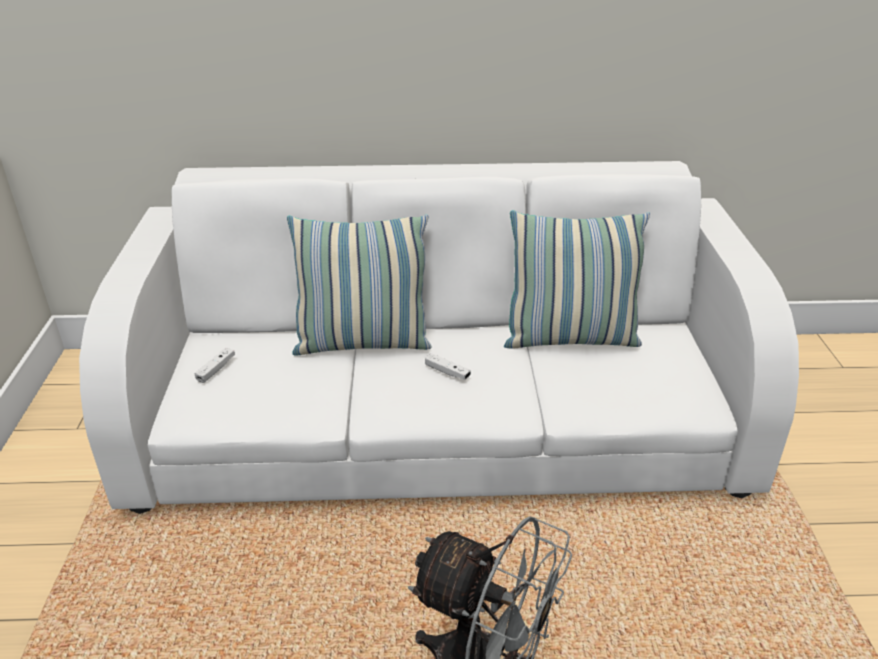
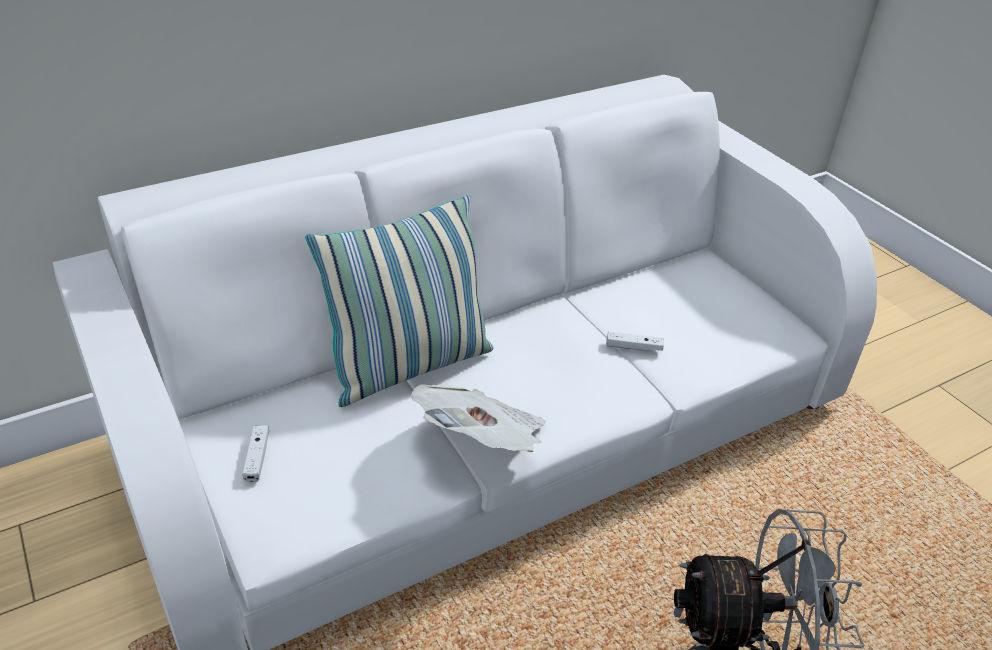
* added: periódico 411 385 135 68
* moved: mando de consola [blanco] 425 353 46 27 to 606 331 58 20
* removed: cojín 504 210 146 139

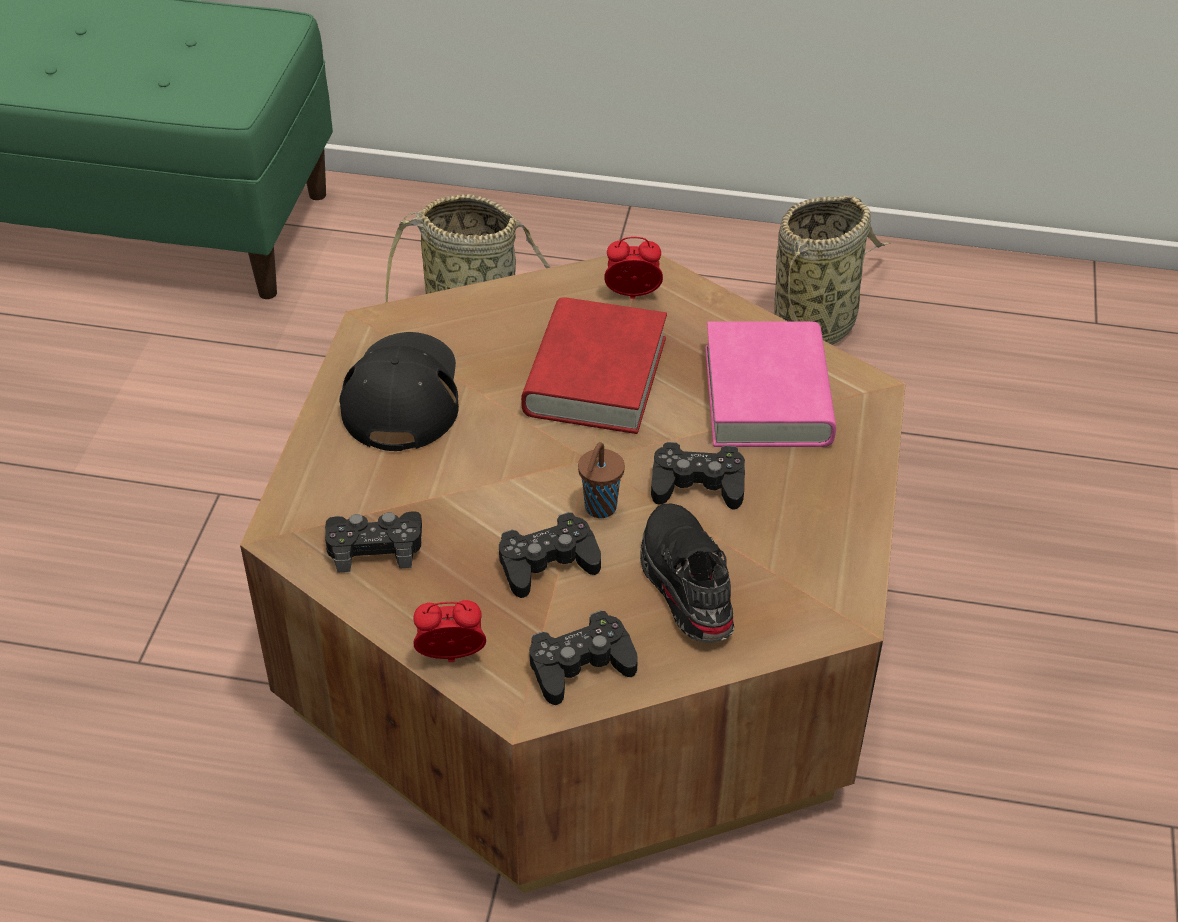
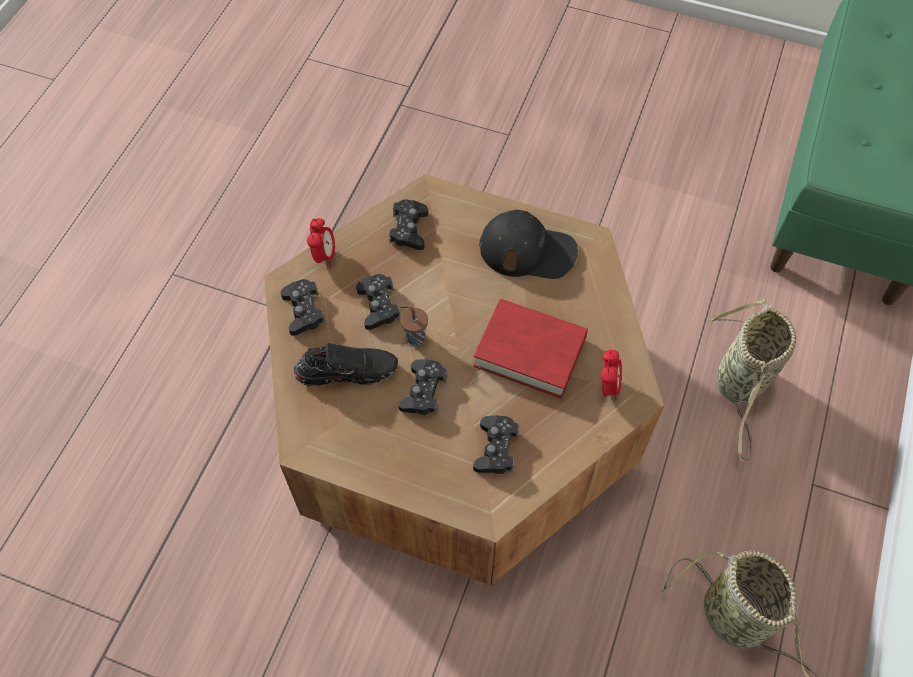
* replaced: libro [rosa] 705 321 131 126 to mando de consola [negro] 473 415 46 59

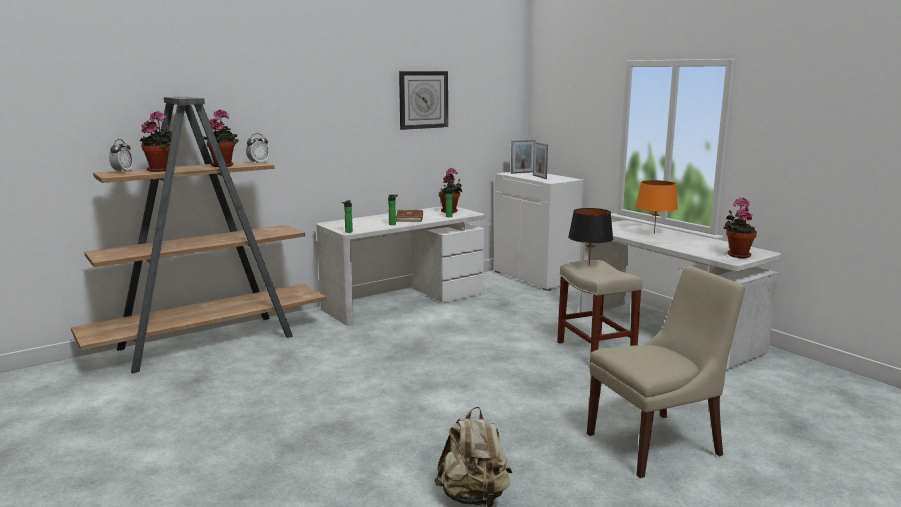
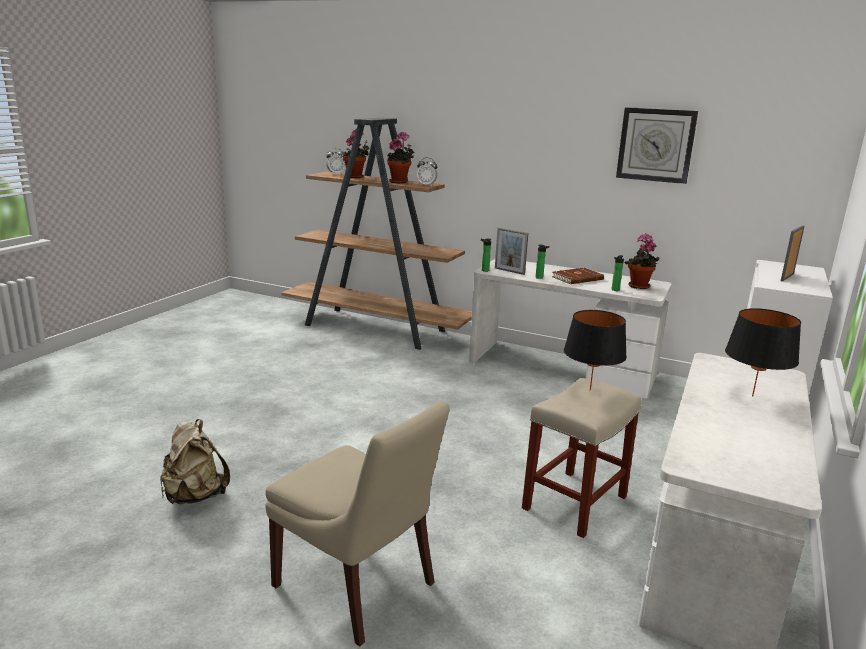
* moved: portarretratos 511 140 25 34 to 495 228 33 47
* recoloured: lámpara de mesa [naranja] 635 180 43 54 to lámpara de mesa [negro] 725 308 76 89
* removed: planta en maceta 724 198 33 60

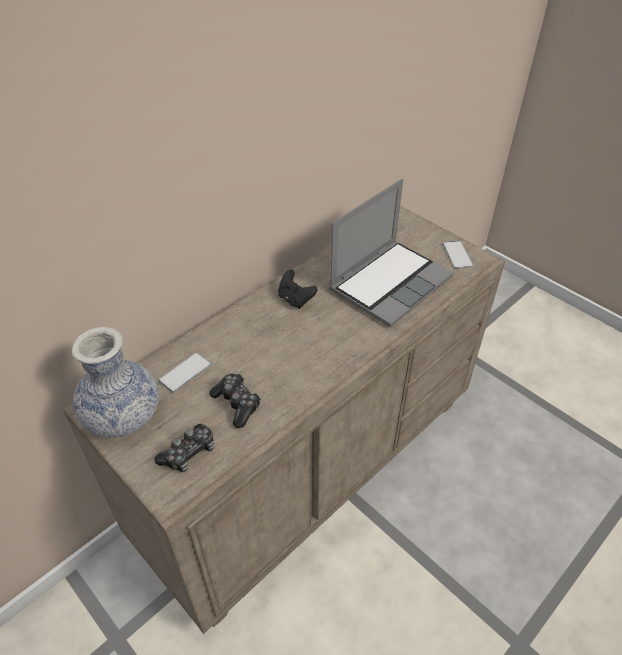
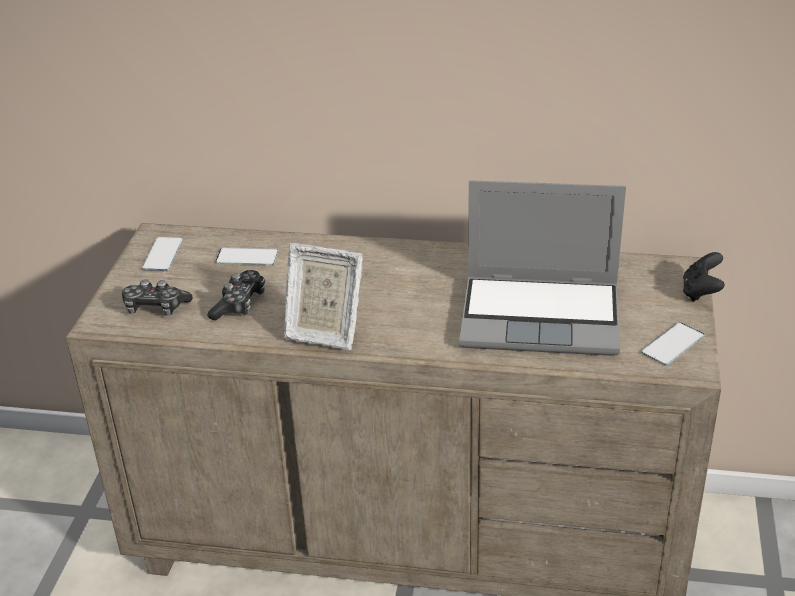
* replaced: florero 72 327 87 110 to móvil 142 237 41 34
* added: portarretratos 284 243 79 107
* moved: mando de consola [negro] 278 269 40 40 to 683 252 42 50

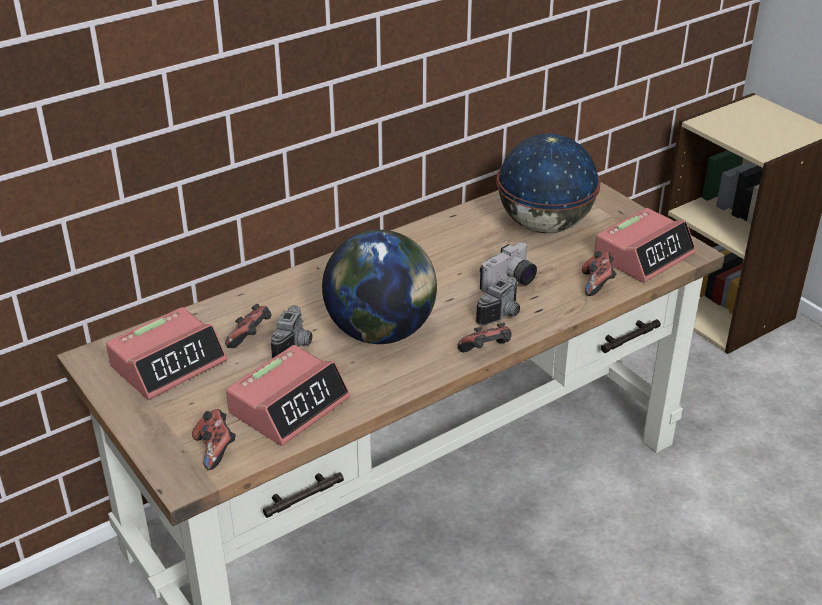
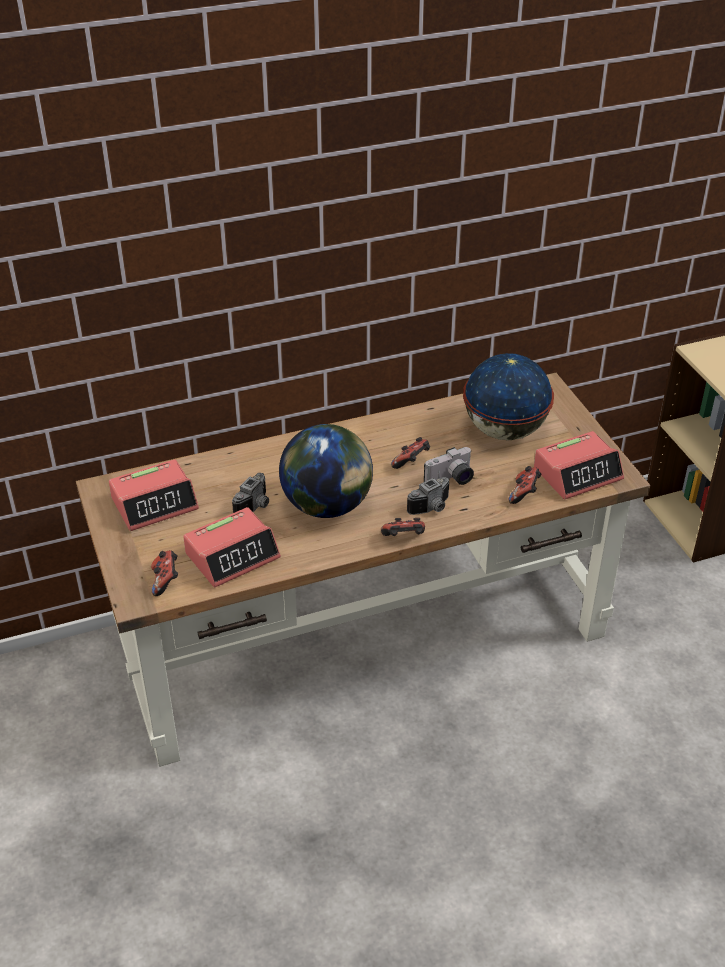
* moved: mando de consola 225 304 47 44 to 391 437 39 32

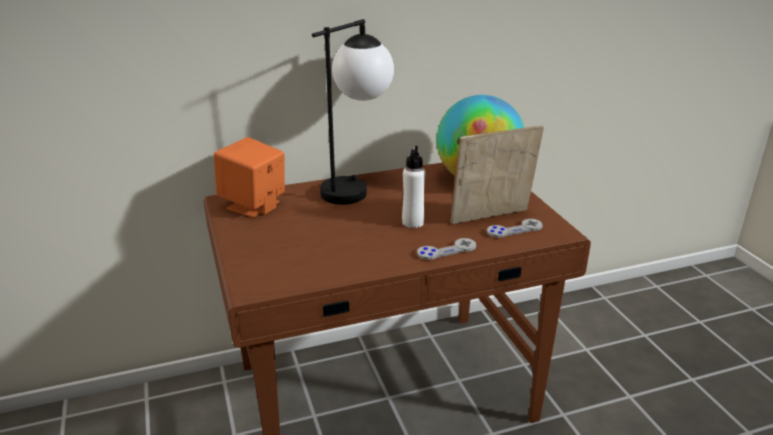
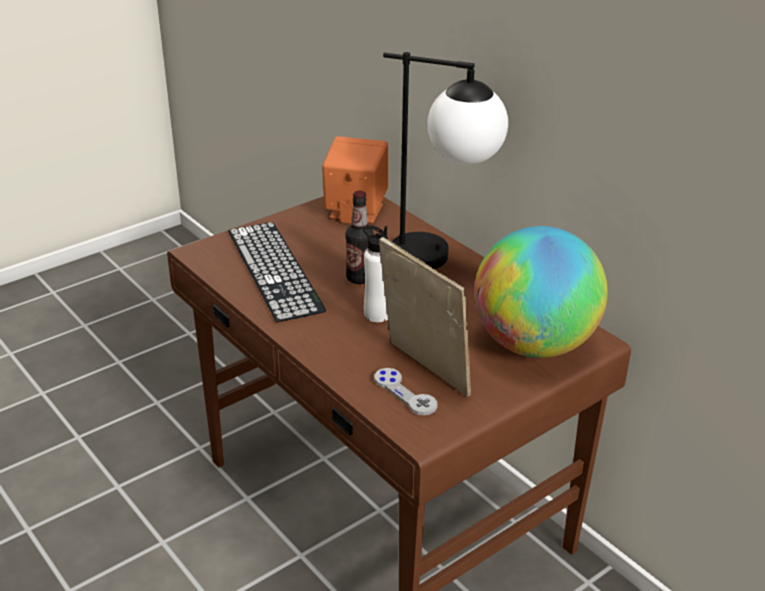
* added: teclado 228 222 98 100
* added: botella 345 191 29 93
* removed: mando de consola [gris] 417 238 59 22

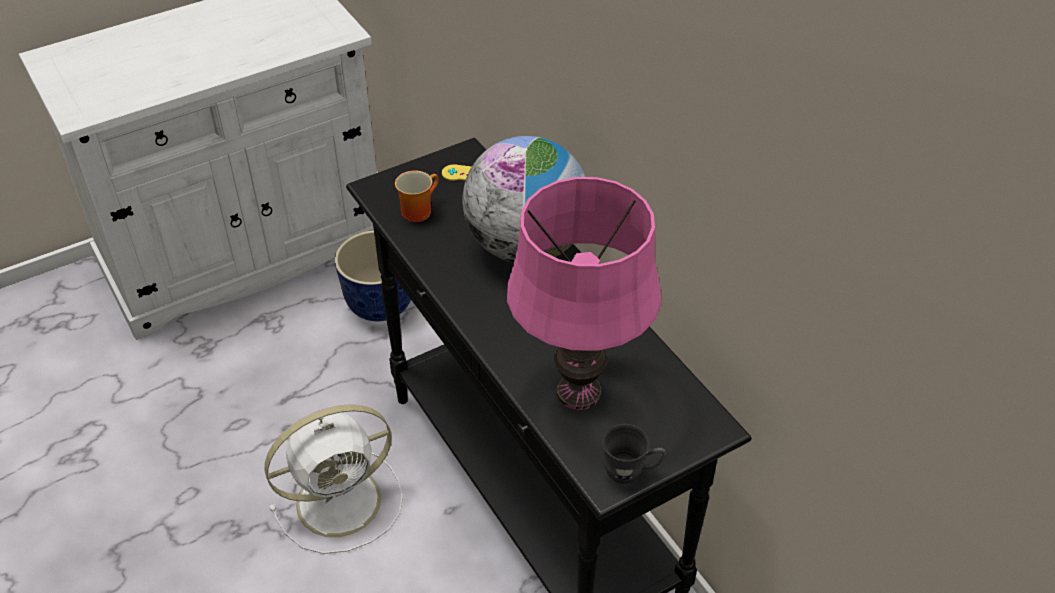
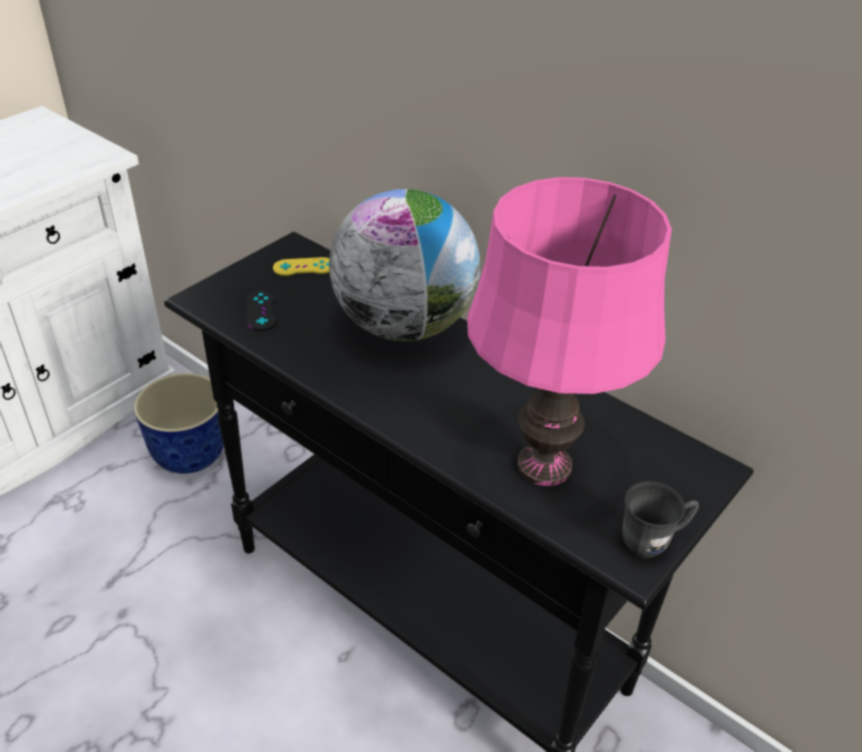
* replaced: taza grande 395 171 44 51 to mando de consola [negro] 247 290 30 41
* removed: ventilador [blanco] 265 404 138 150

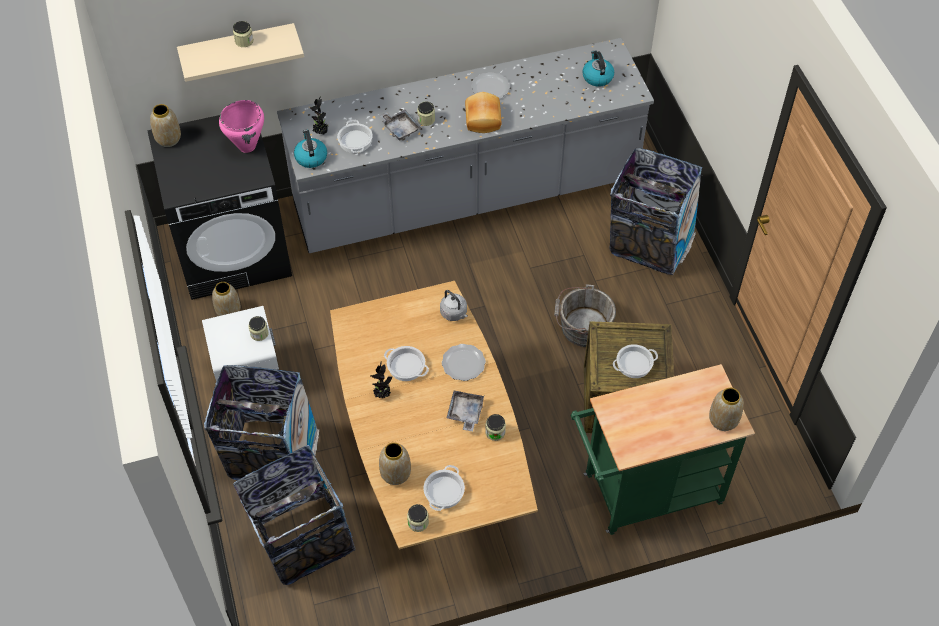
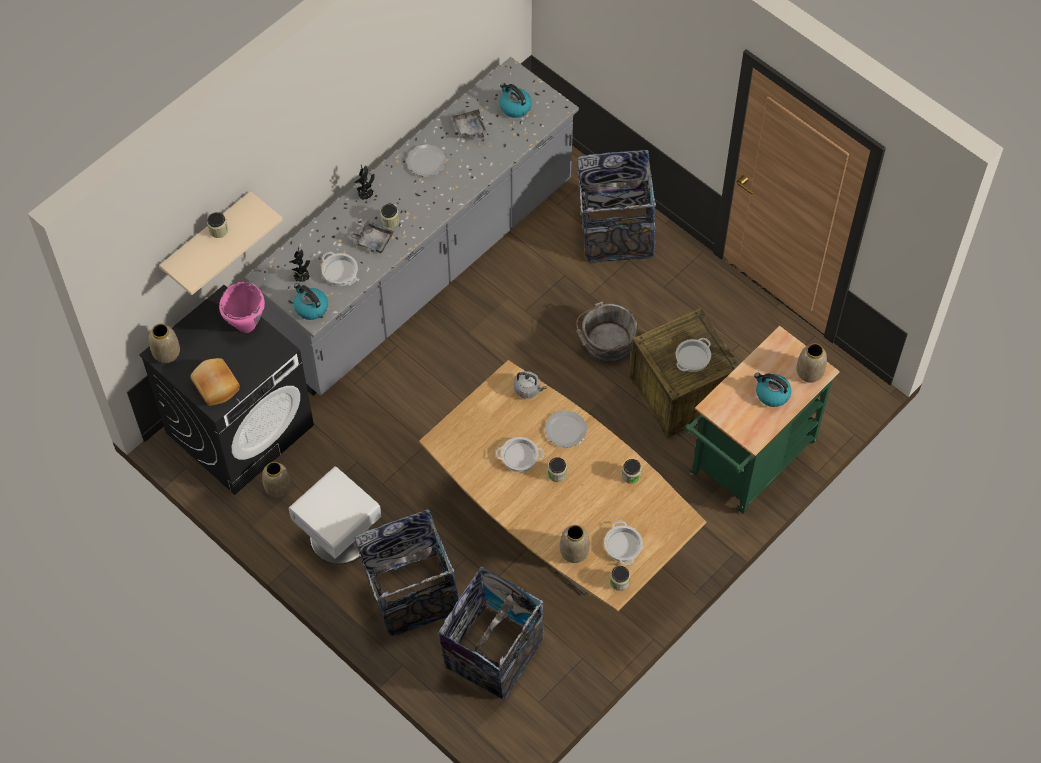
* moved: pan 465 92 37 41 to 190 358 50 48
* moved: planta en maceta 371 361 21 37 to 354 165 21 35
* moved: bandeja [gris] 447 391 37 40 to 452 109 35 32
* moved: tarro 248 316 21 25 to 548 457 19 25
* added: hervidor 754 373 37 34

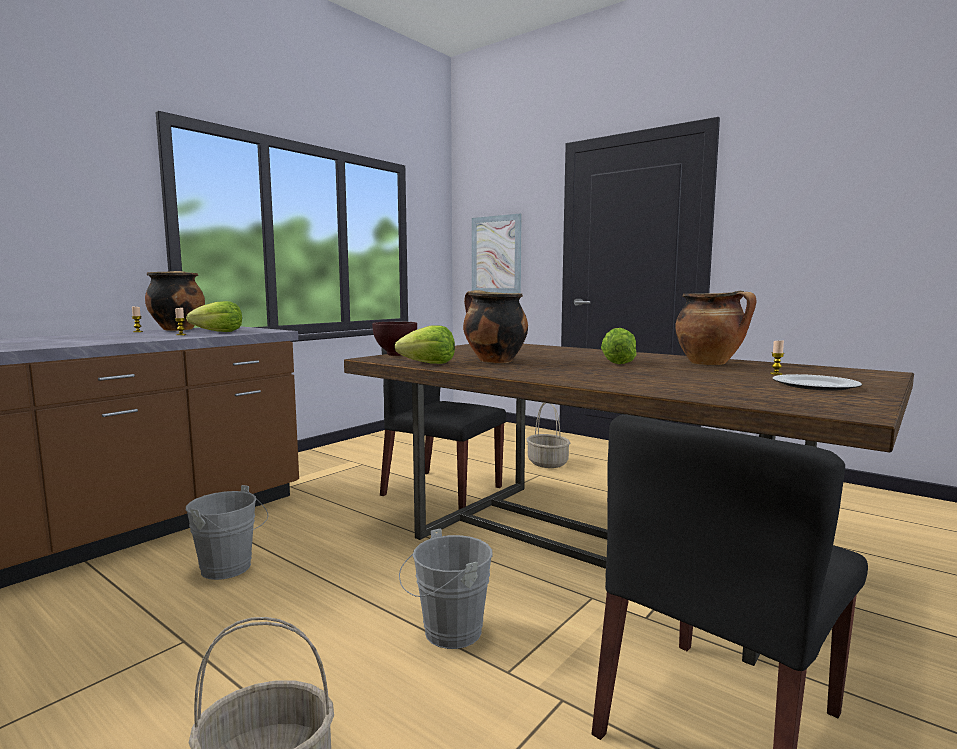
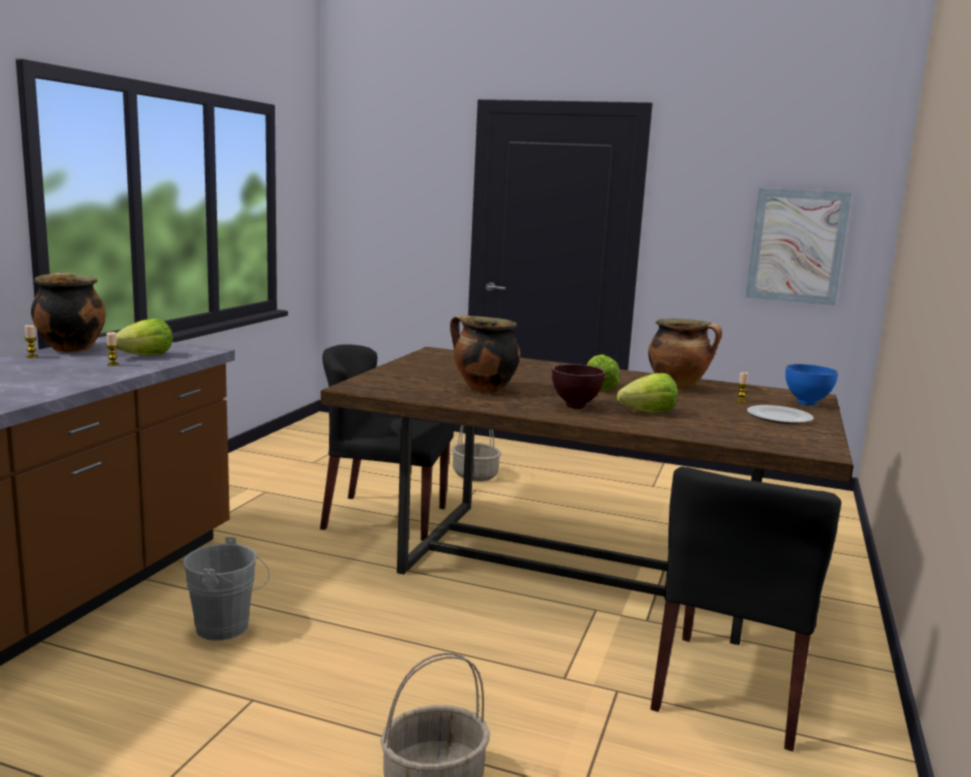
* moved: cuenco [marrón] 372 322 45 34 to 552 364 53 45
* moved: lechuga 395 325 60 39 to 617 373 61 39
* moved: cuadro 472 214 50 79 to 746 188 106 117
* added: cuenco [azul] 785 364 53 42
* removed: cubo [gris] 399 529 94 120

